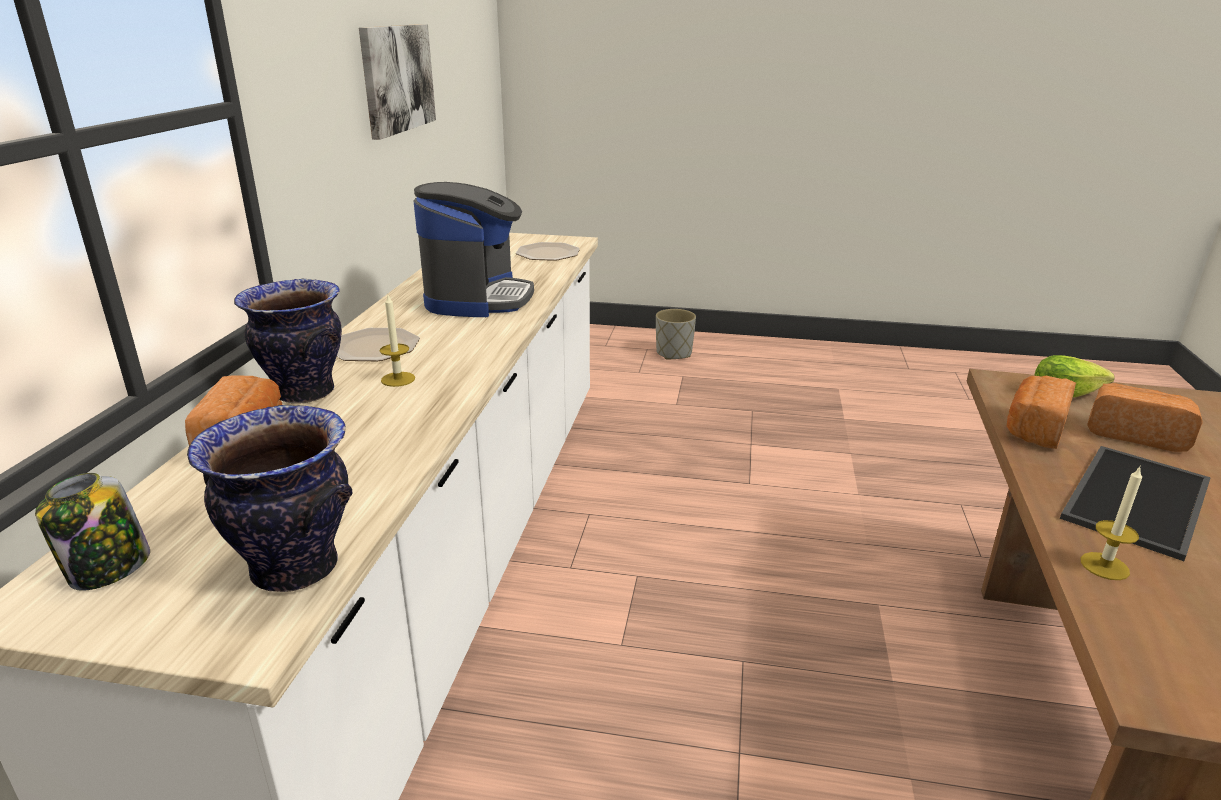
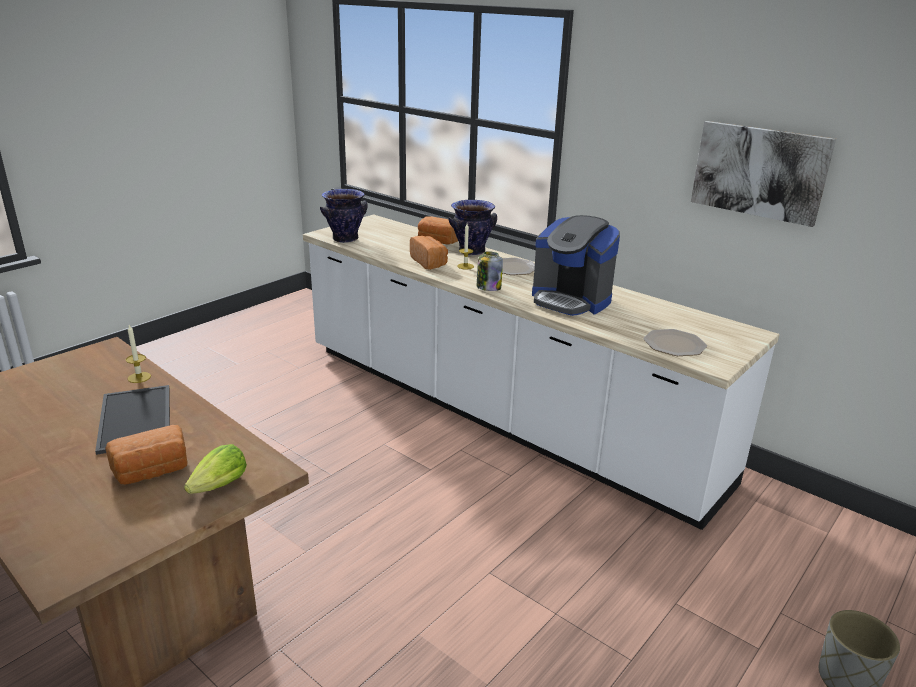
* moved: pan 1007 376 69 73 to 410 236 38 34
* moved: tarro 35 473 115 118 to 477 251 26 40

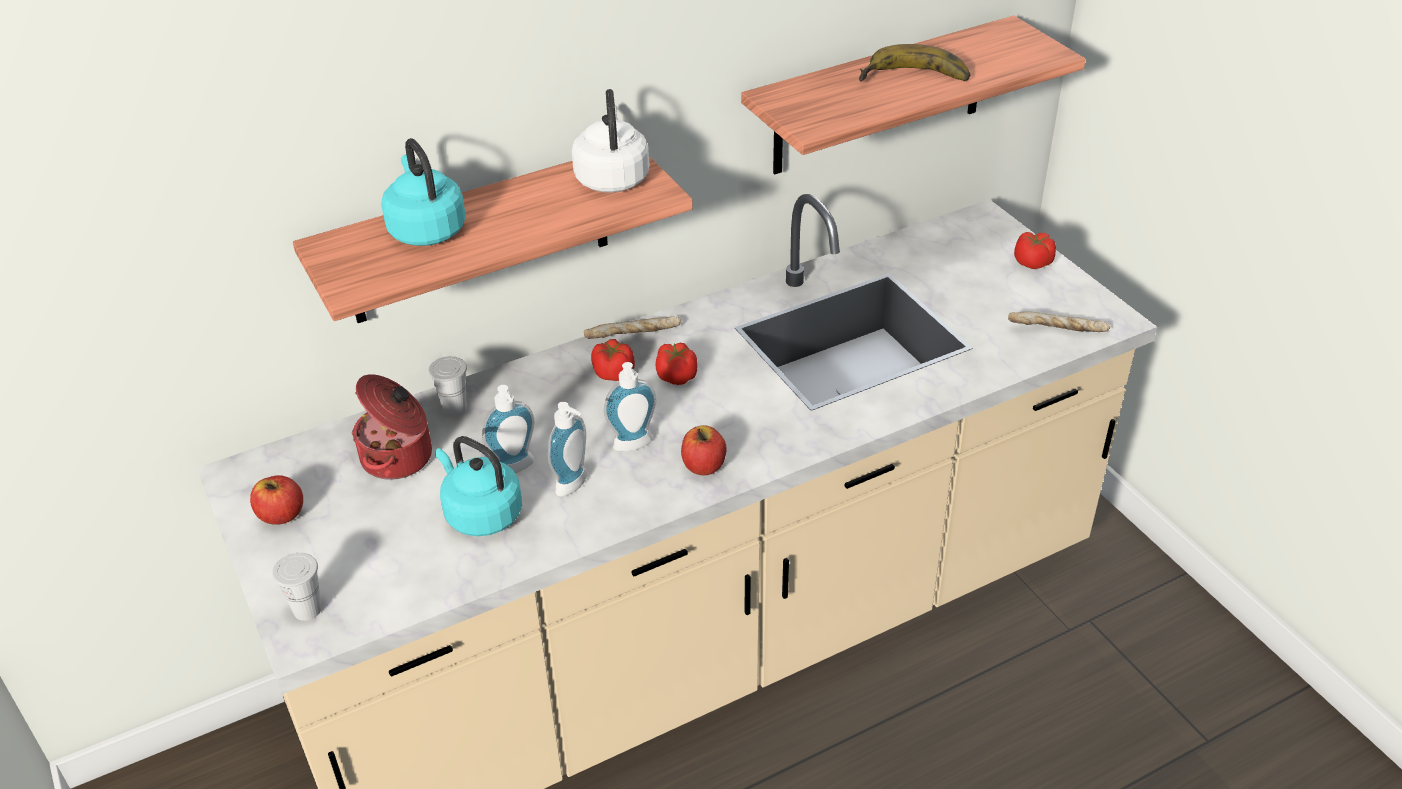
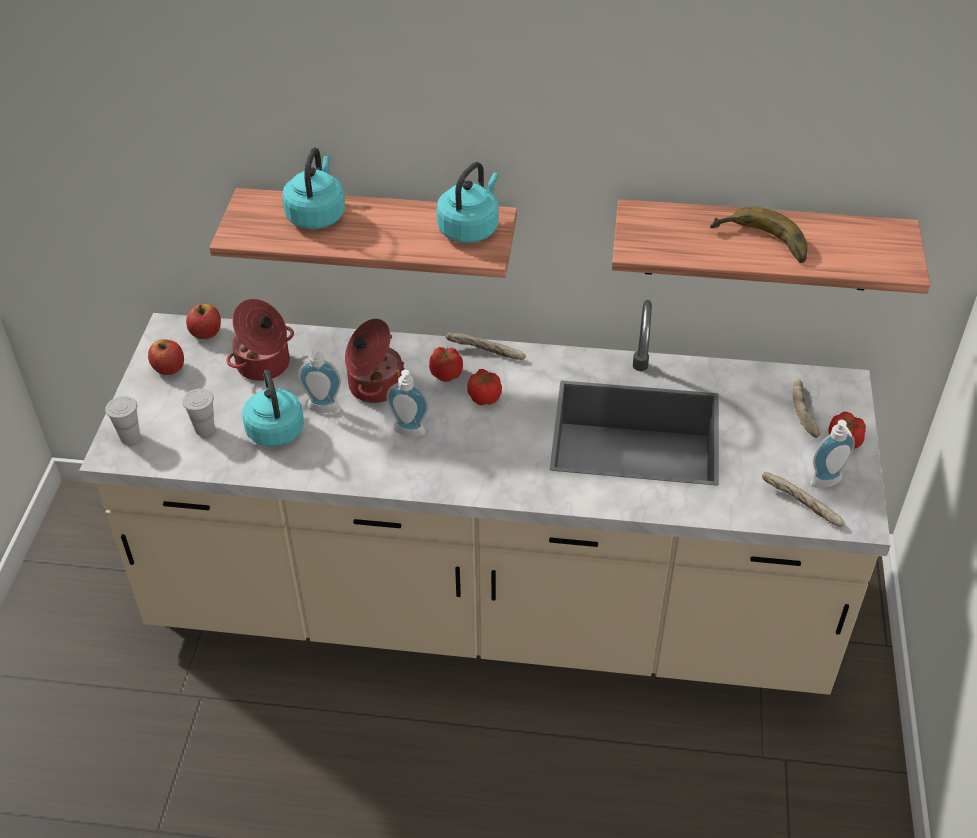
* moved: taza [blanco] 428 356 39 60 to 182 388 33 48
* moved: manzana 681 425 46 50 to 186 304 35 35
* added: olla 345 319 60 84
* recoloured: hervidor [blanco] 572 89 77 104 to hervidor [turquesa] 437 162 62 81
* added: pan 793 379 27 59
* moved: dispensador de jabón 548 402 40 94 to 810 420 45 68

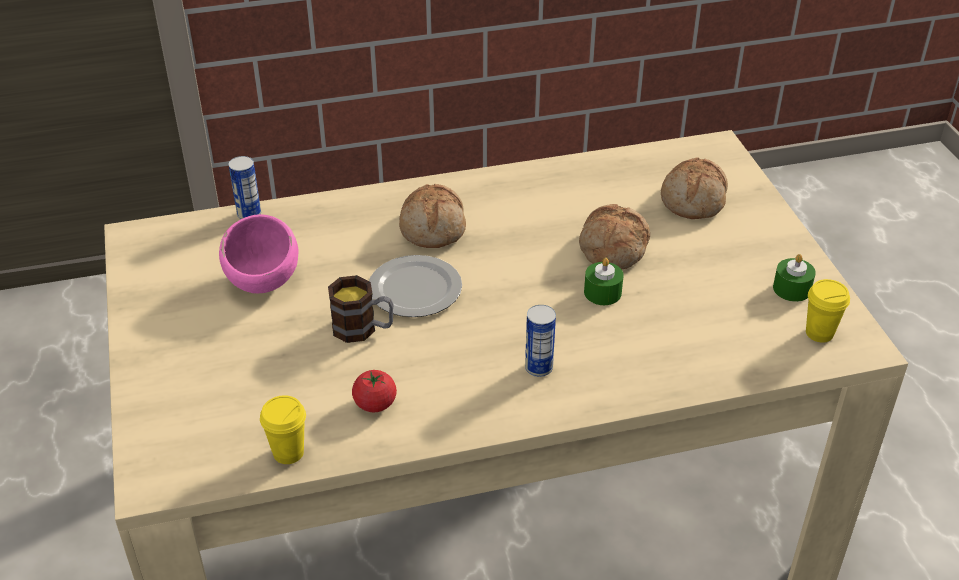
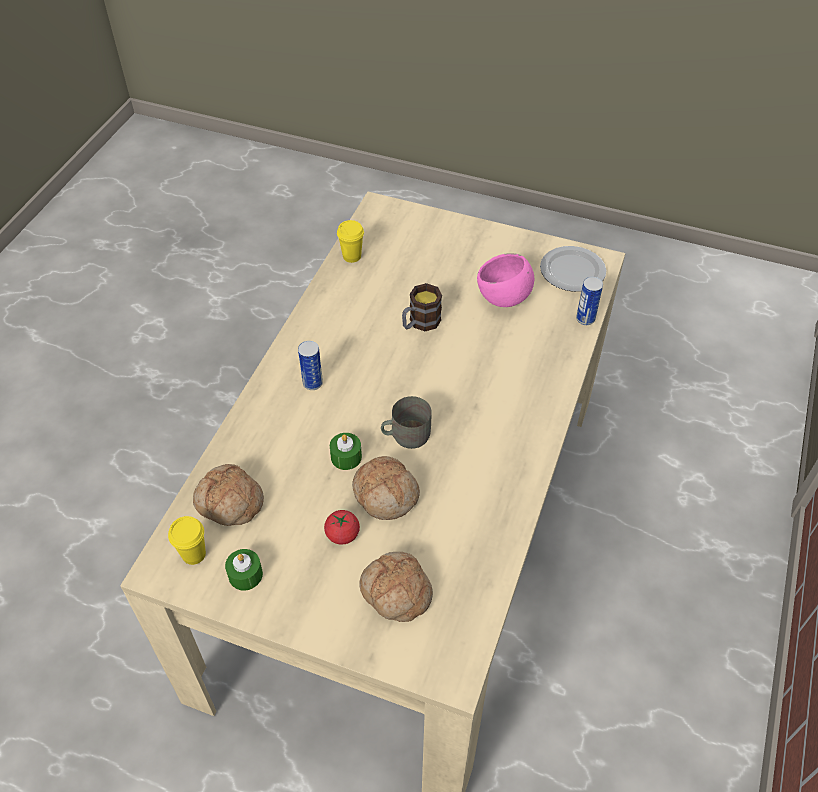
* moved: pan 399 184 67 64 to 193 464 71 62
* moved: tomate 352 370 45 42 to 324 510 36 35
* added: taza grande [gris] 381 396 51 53
* moved: plato 369 255 93 62 to 540 246 66 46

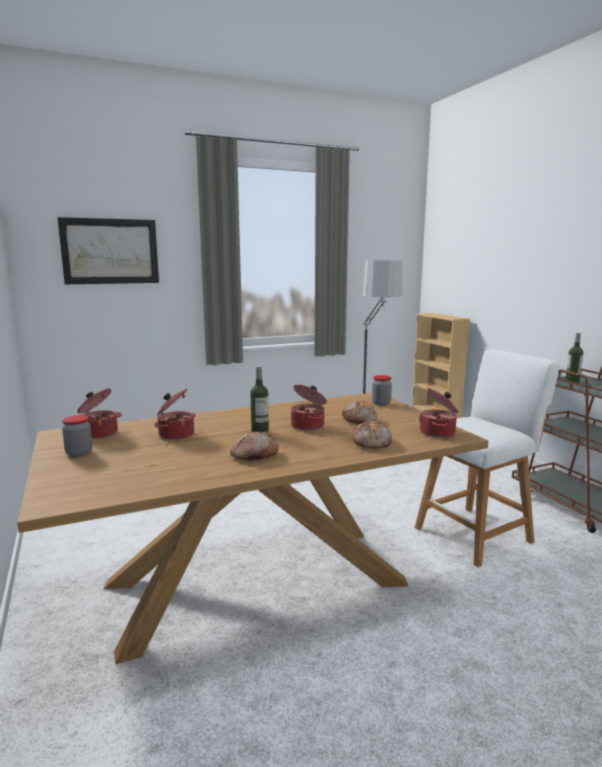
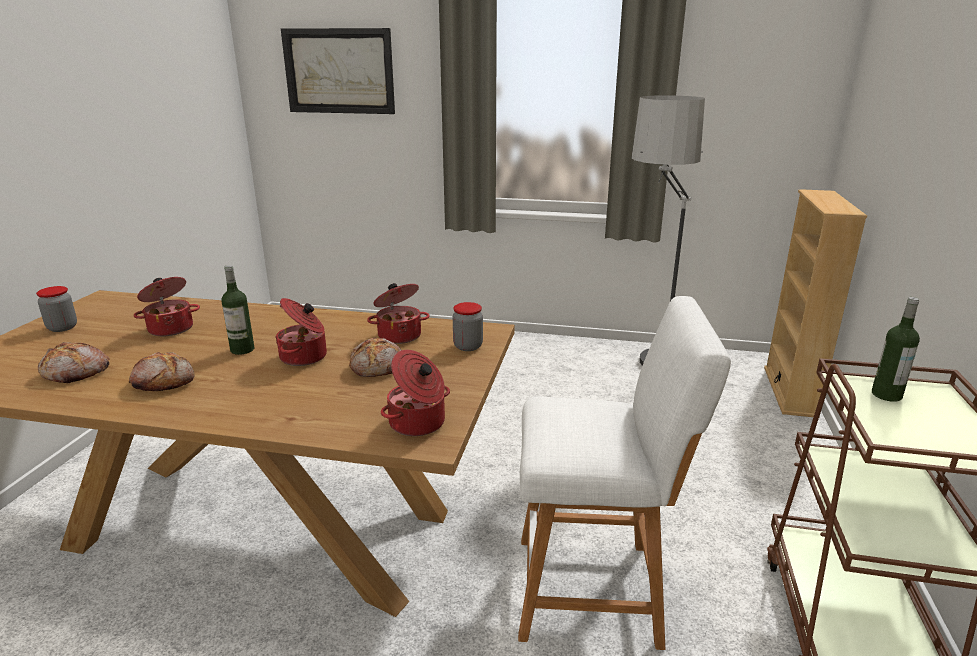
* moved: pan 352 420 40 28 to 38 342 72 41
* moved: olla 77 389 45 50 to 367 283 63 61

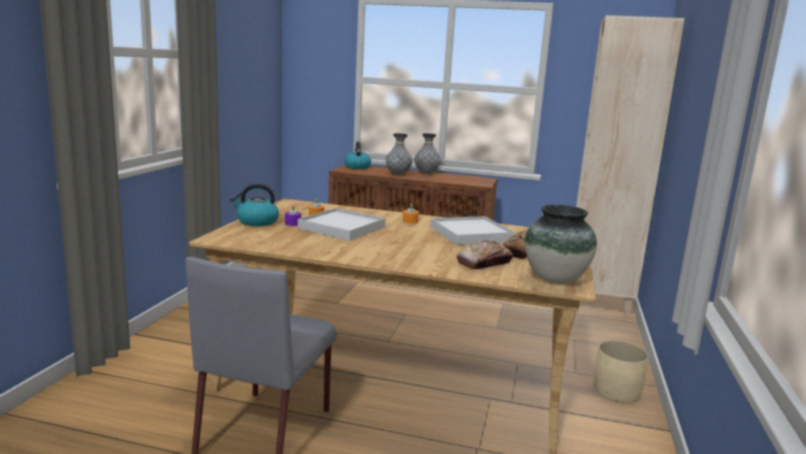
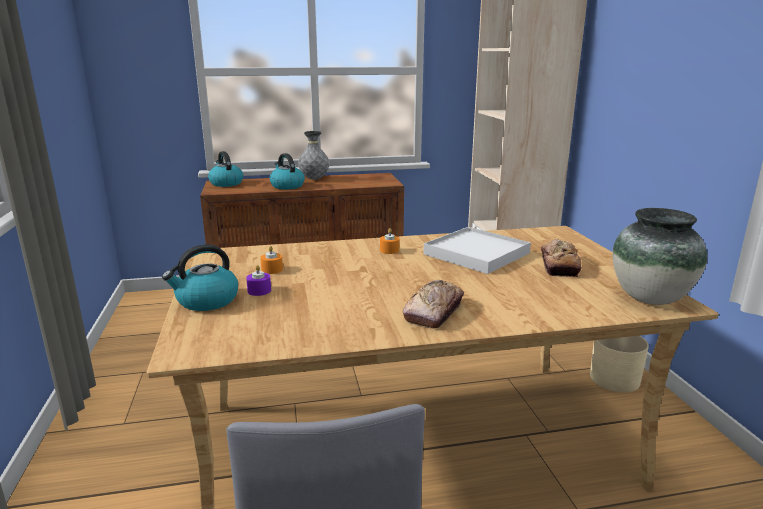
* replaced: florero [gris] 386 133 26 42 to hervidor 270 153 35 37
* moved: pan 456 240 57 29 to 403 280 61 49
* removed: bandeja [blanco] 298 208 87 33

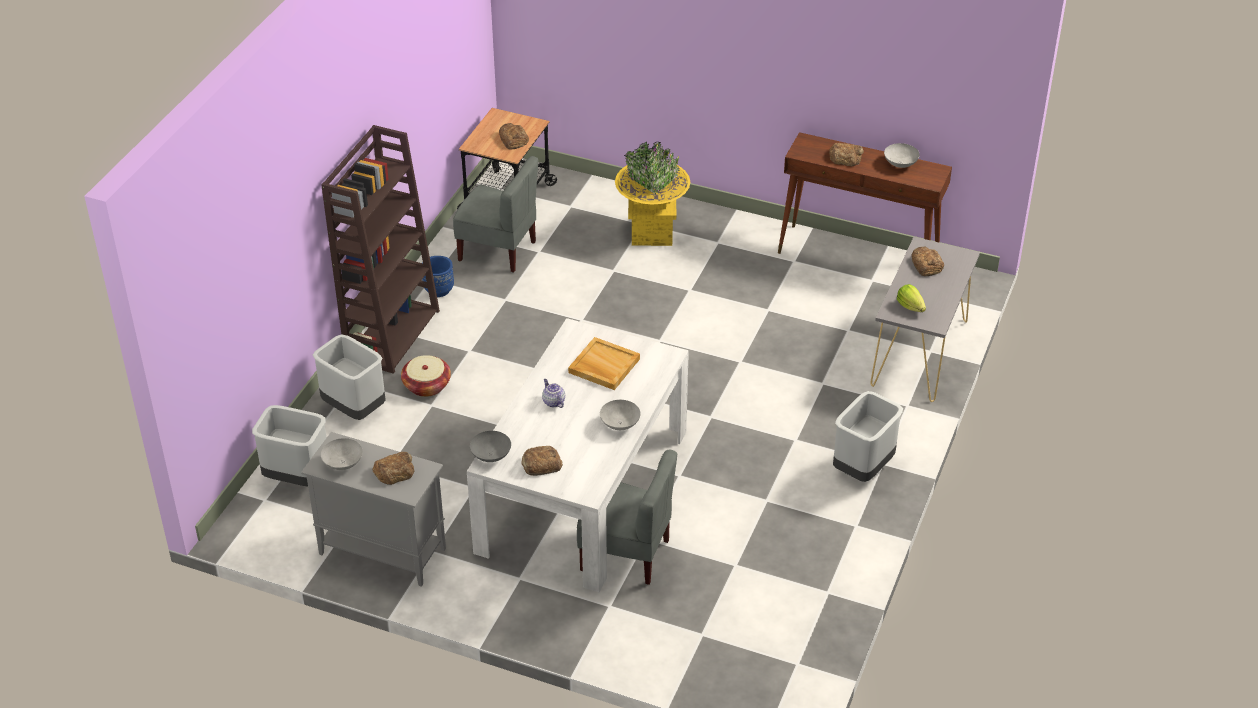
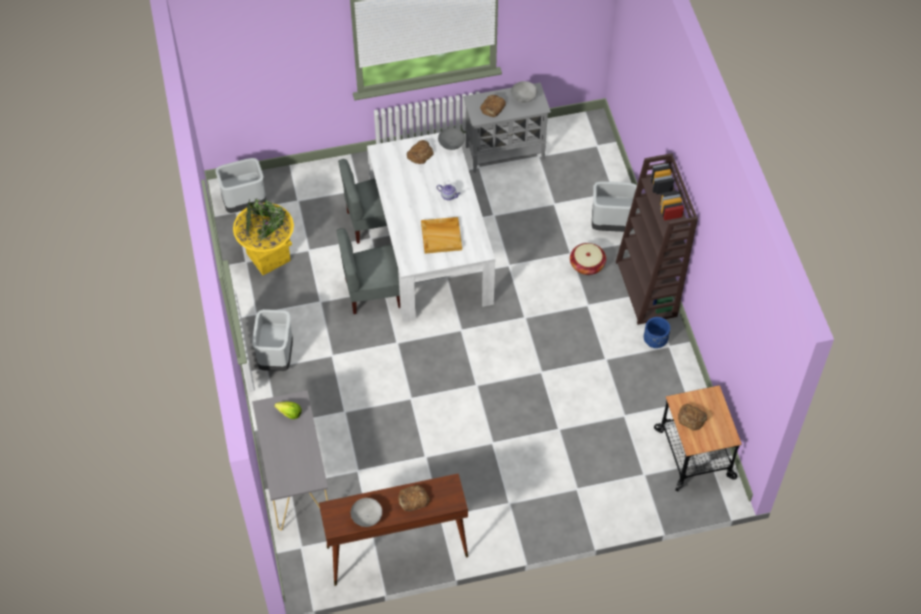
* moved: papelera [gris] 252 405 75 81 to 215 158 51 55
* moved: maceta [amarillo] 615 142 75 104 to 233 199 61 76
* moved: silla [gris] 453 156 85 116 to 337 228 63 86
* removed: cuenco [gris] 600 400 40 30
* removed: pan 911 246 33 30

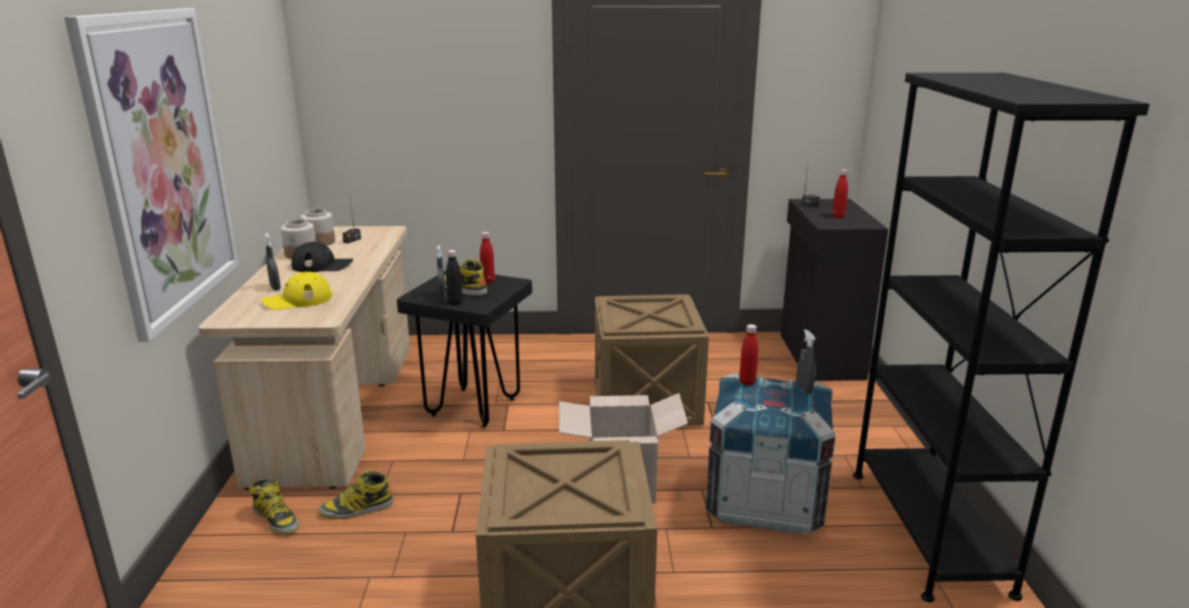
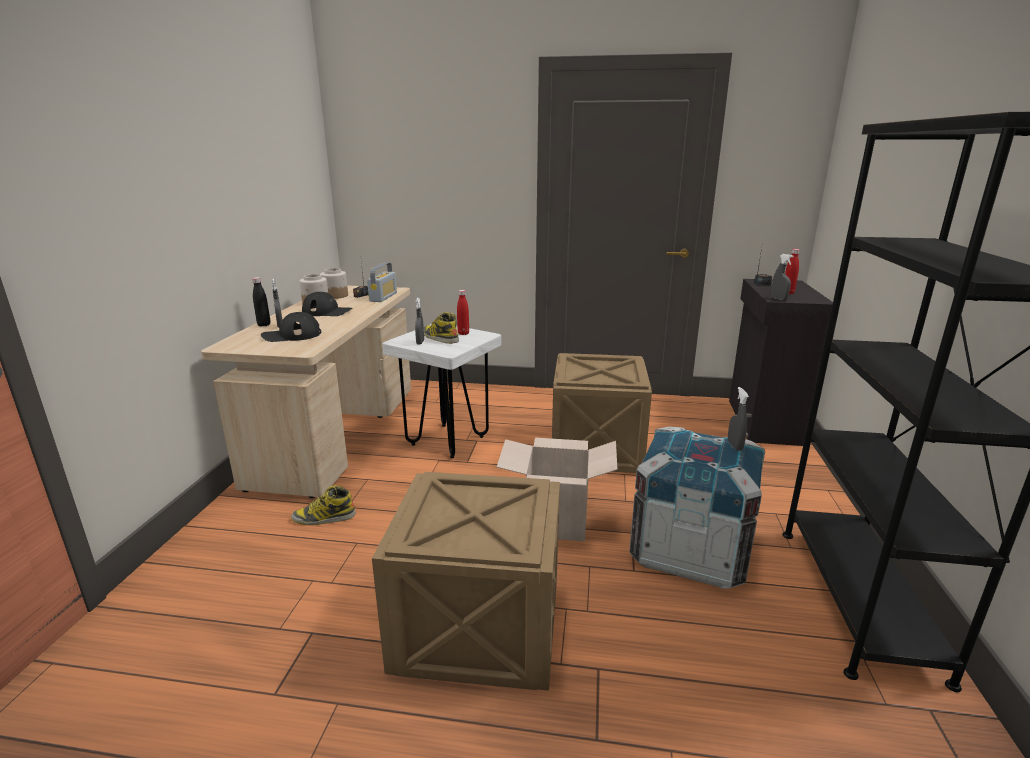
* moved: botella [negro] 446 250 16 55 to 252 277 19 50
* recoloured: gorra [amarillo] 262 272 70 38 to gorra [negro] 261 312 60 30
* added: radio 367 262 30 40
* recoloured: taburete [negro] 397 270 135 157 to taburete [blanco] 382 324 119 134
* added: pulverizador [gris] 771 254 23 46
* removed: cuadro 64 8 175 334
* removed: bota 249 479 50 56
* removed: botella [rojo] 739 324 19 61

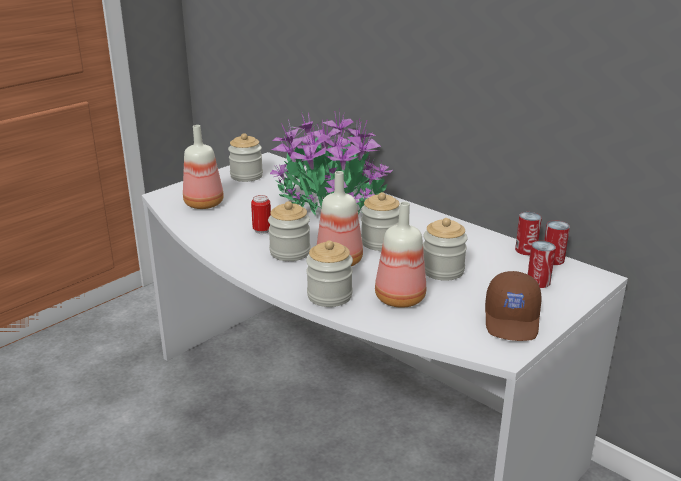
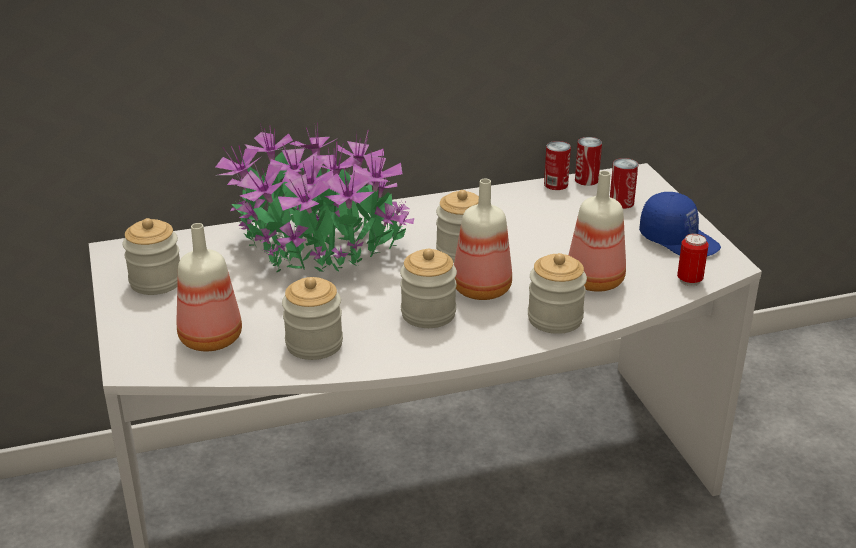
* moved: tarro 423 218 45 63 to 282 277 61 83
* recoloured: gorra [marrón] 485 271 57 70 to gorra [azul] 639 192 82 64
* moved: lata 251 195 20 39 to 677 234 32 52

